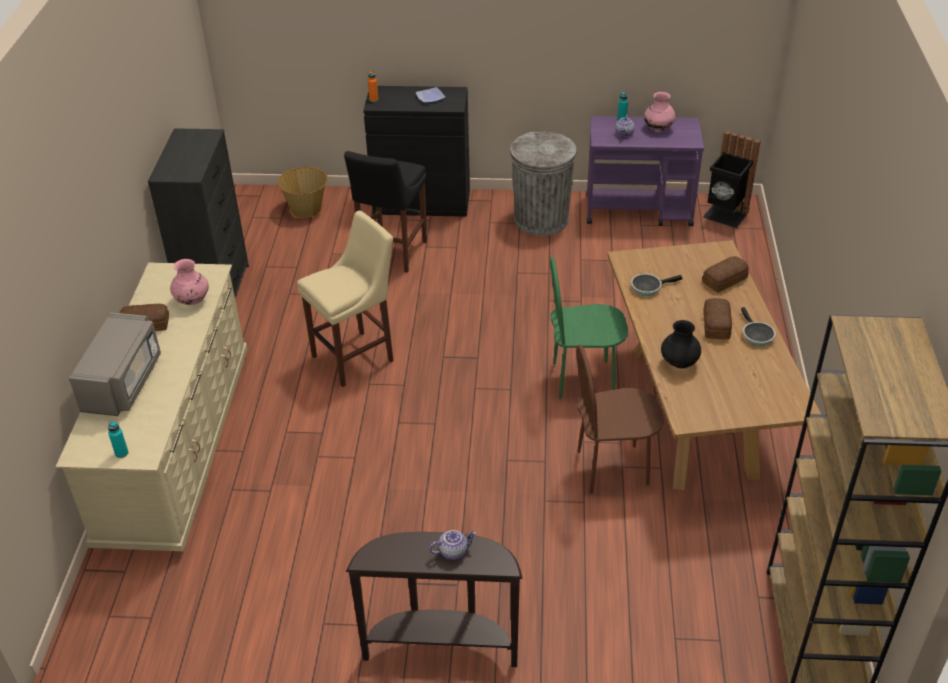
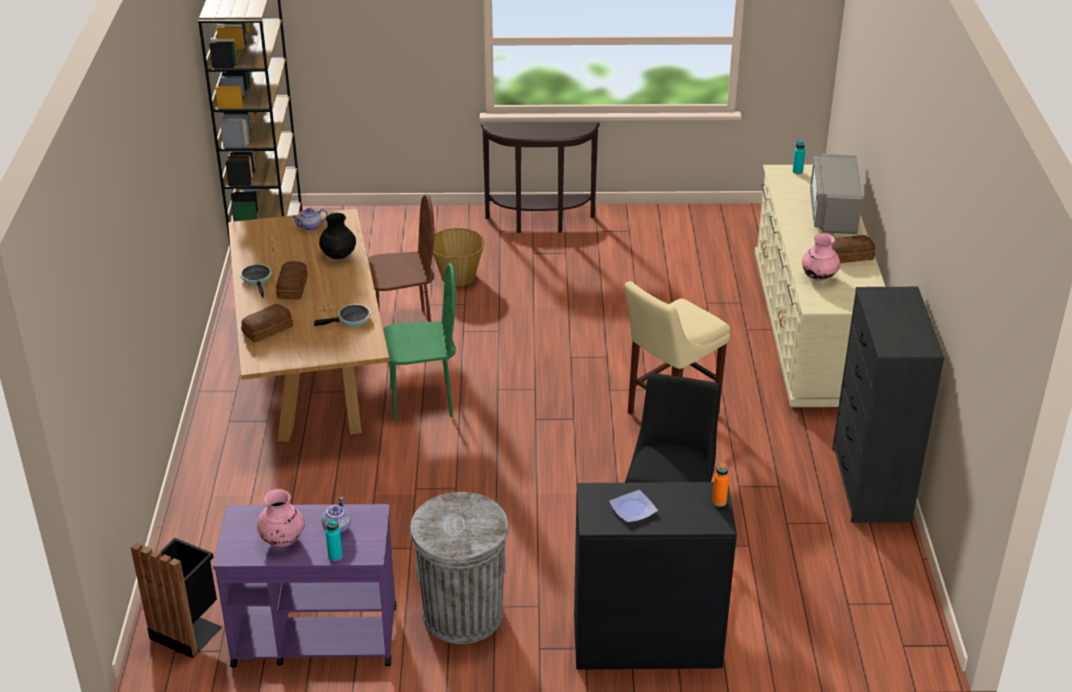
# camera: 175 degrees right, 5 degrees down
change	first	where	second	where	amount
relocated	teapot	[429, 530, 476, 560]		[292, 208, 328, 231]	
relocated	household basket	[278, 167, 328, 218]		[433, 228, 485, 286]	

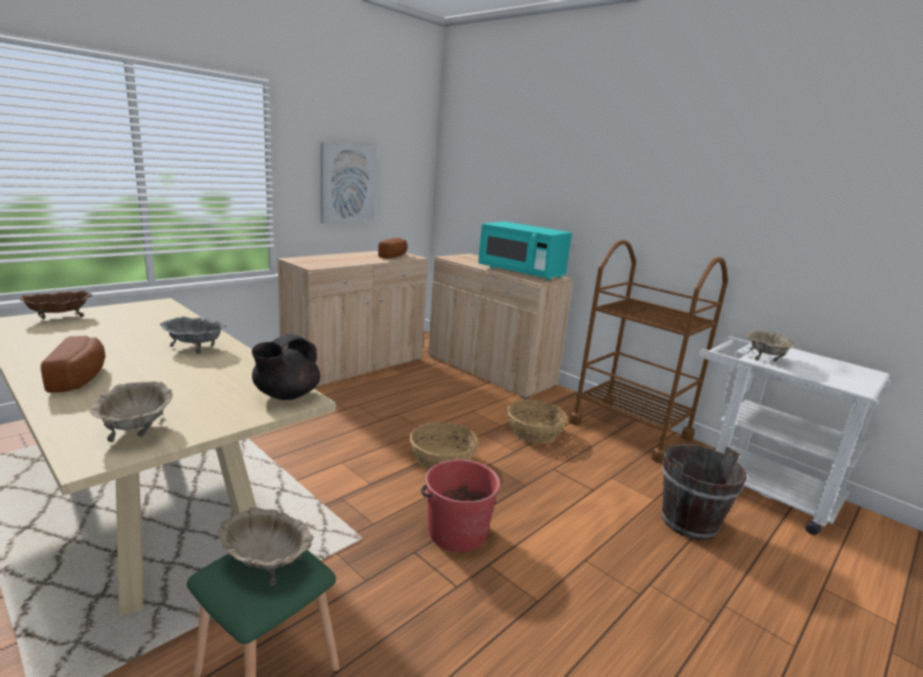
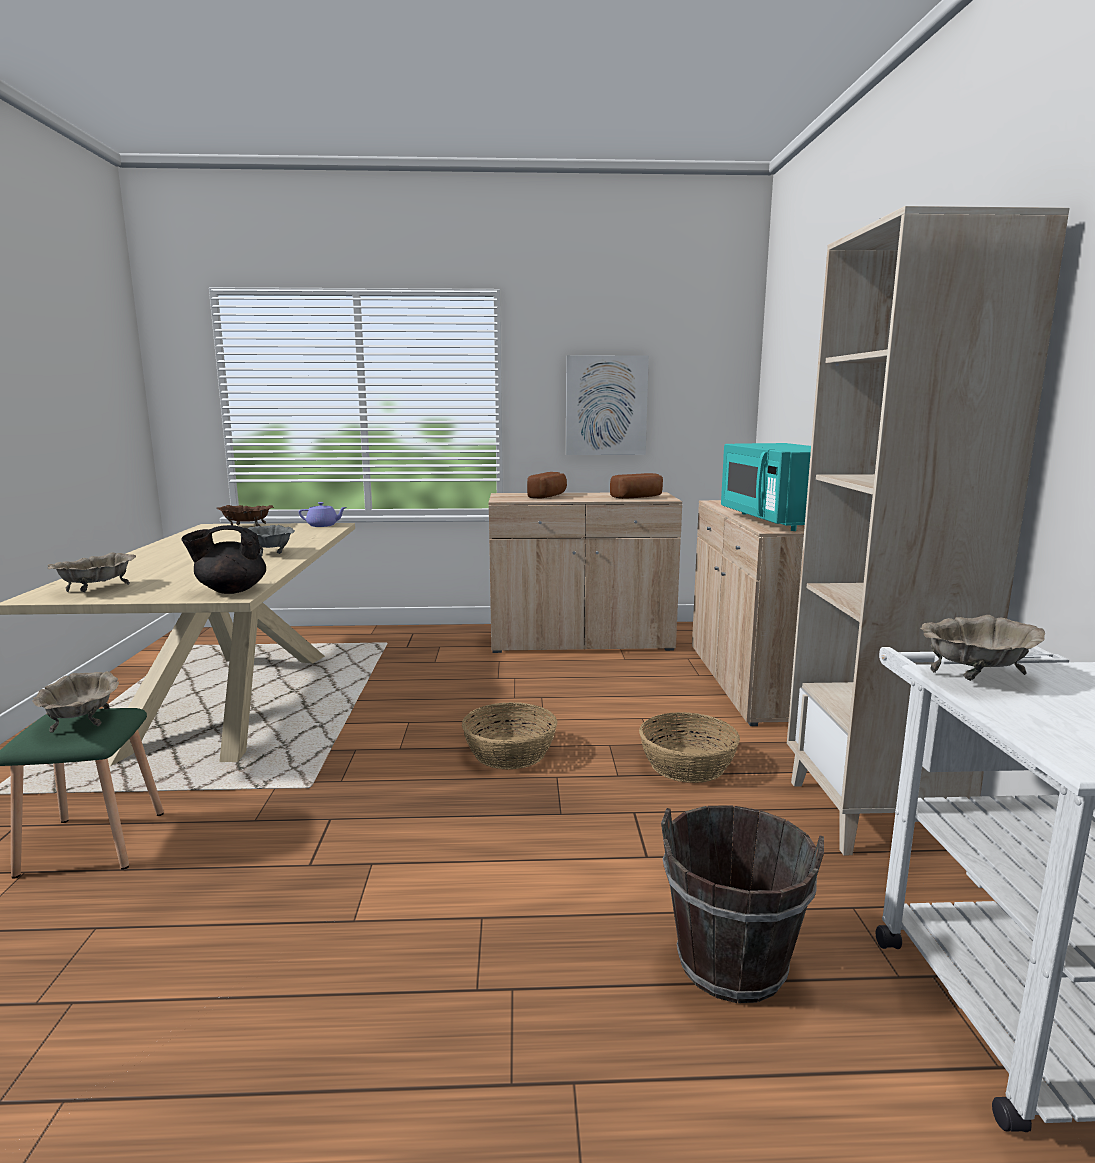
# camera: 45 degrees right, 5 degrees down
change	first	where	second	where	amount
appeared			purple-coloured teapot	[299, 502, 347, 527]	
relocated	baked bread	[41, 336, 105, 393]		[527, 472, 567, 498]	
exchanged	brownish trolley	[569, 240, 728, 464]	beige shelving unit	[787, 206, 1069, 855]	
missing	red-coloured pail	[421, 459, 501, 552]			

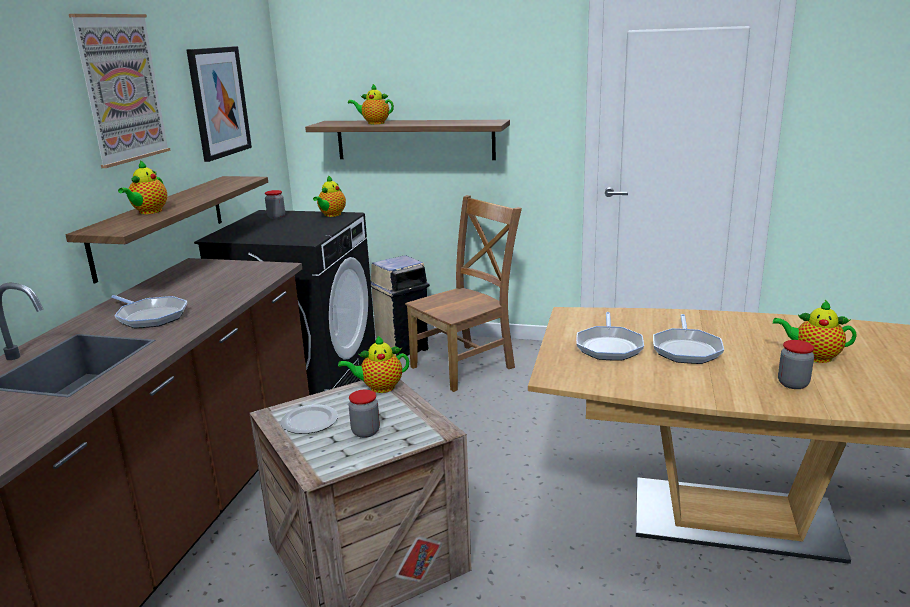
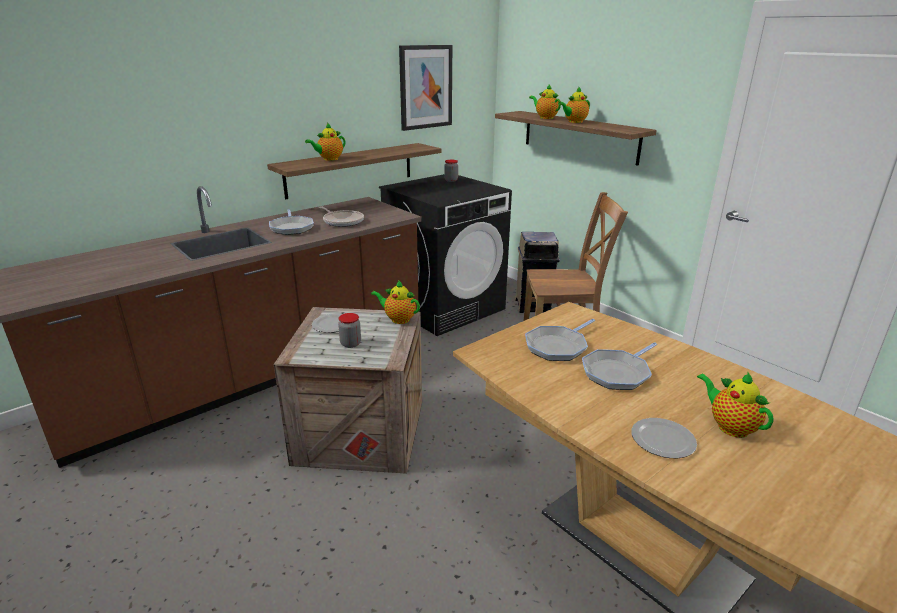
# camera: 35 degrees right, 5 degrees up
change	first	where	second	where	amount
appeared			pan	[319, 206, 364, 227]	
relocated	teapot	[313, 175, 346, 217]		[558, 86, 590, 123]	
exchanged	storage jar	[778, 340, 814, 389]	dinner plate	[631, 418, 697, 458]	
missing	picture	[69, 14, 170, 168]			

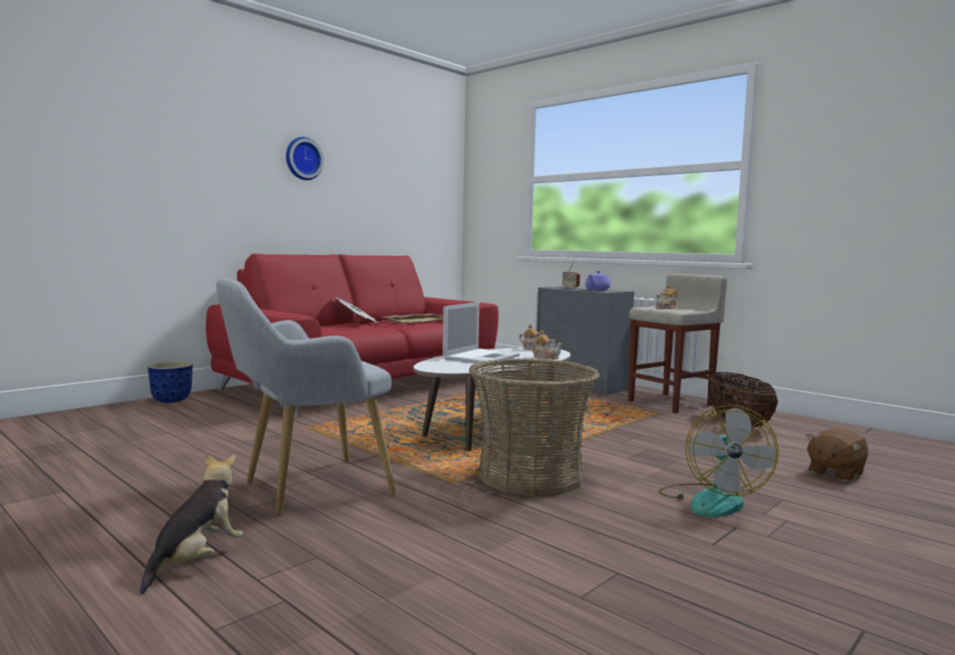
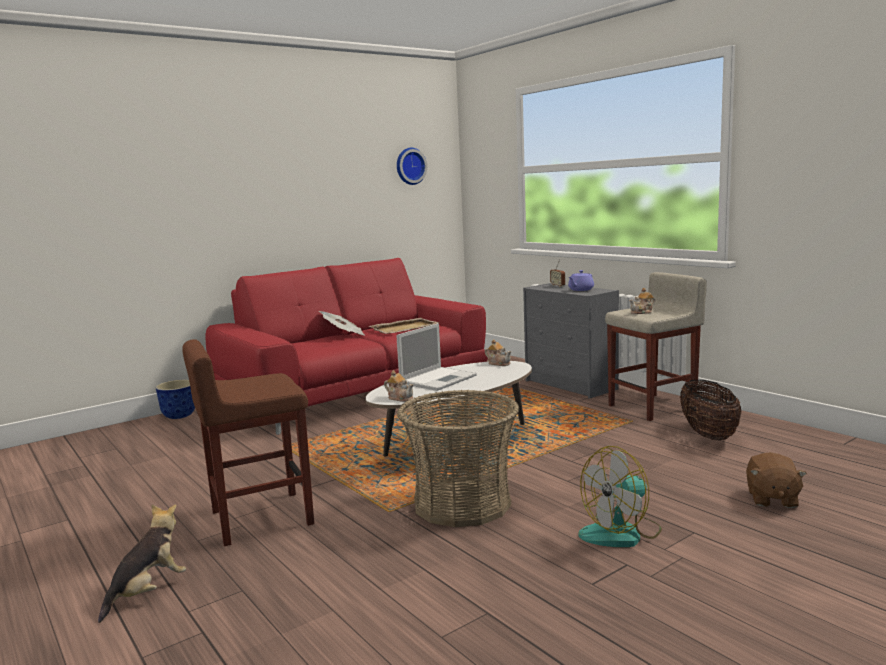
# camera: 10 degrees right, 5 degrees up
change	first	where	second	where	amount
exchanged	grey lounge chair	[216, 278, 396, 516]	brownish sitting stool	[182, 339, 314, 546]	
relocated	teapot	[529, 330, 563, 359]		[384, 370, 414, 402]	
relocated	hanging clock	[286, 137, 324, 180]		[397, 148, 427, 185]	
spun	electric fan	[659, 405, 779, 517]		[578, 446, 662, 547]	45 degrees clockwise
spun	brownish cuddly toy	[806, 428, 868, 481]		[746, 452, 807, 508]	45 degrees counterclockwise

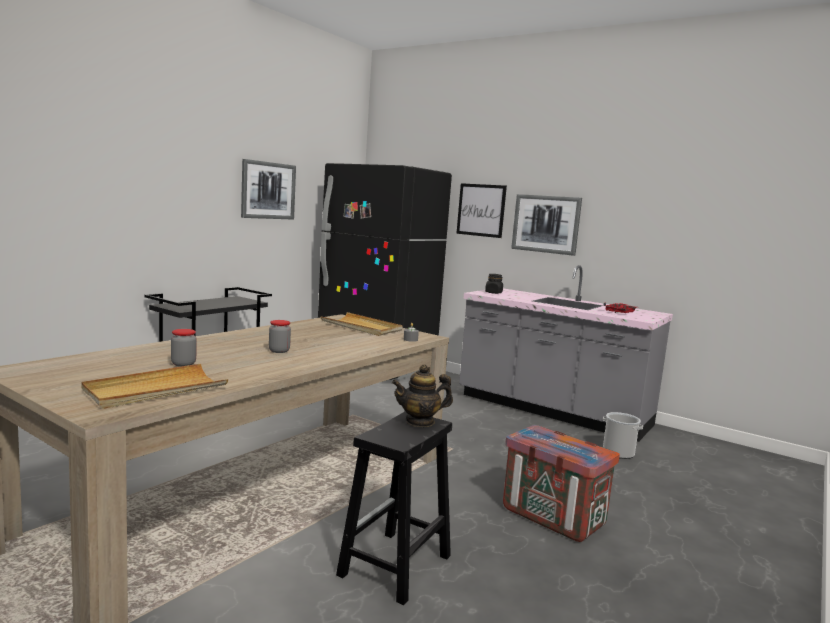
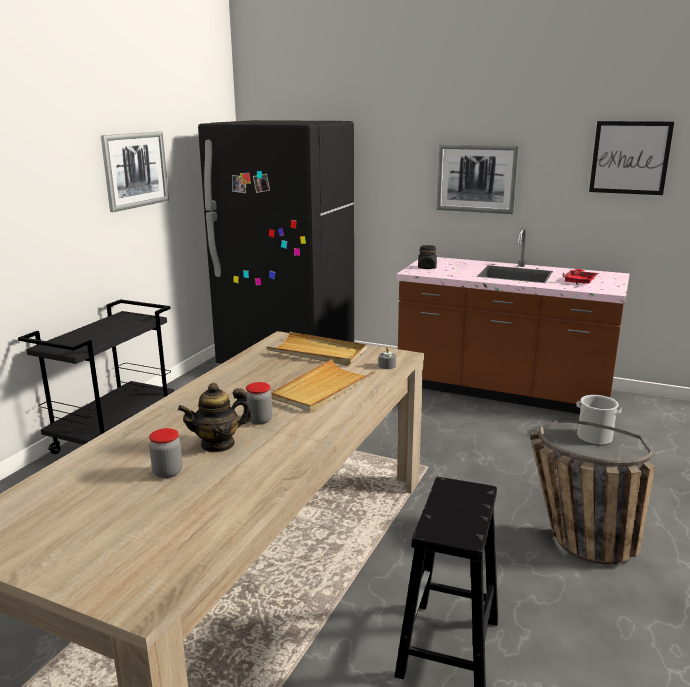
# camera: 10 degrees left, 10 degrees up
change	first	where	second	where	amount
relocated	teapot	[392, 365, 453, 427]		[178, 383, 252, 453]	
relocated	beige serving tray	[82, 364, 228, 409]		[271, 359, 376, 412]	
colour	grey kitchen base unit	[459, 265, 673, 442]	brownish kitchen base unit	[396, 227, 629, 414]	
exchanged	crate	[503, 425, 620, 542]	household basket	[530, 420, 655, 564]	
relocated	picture	[456, 183, 507, 238]		[589, 121, 674, 195]	

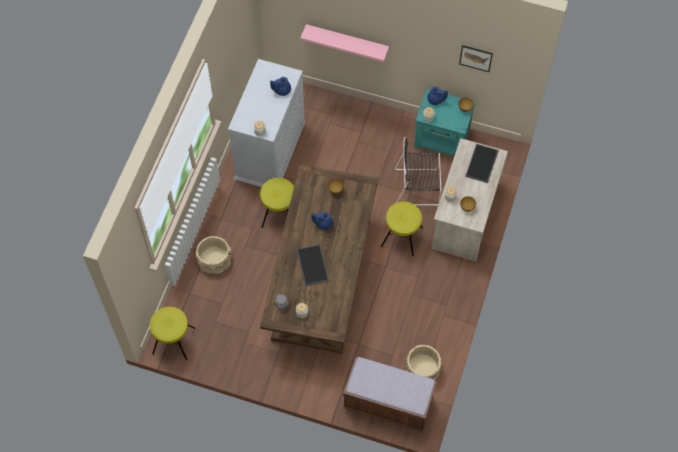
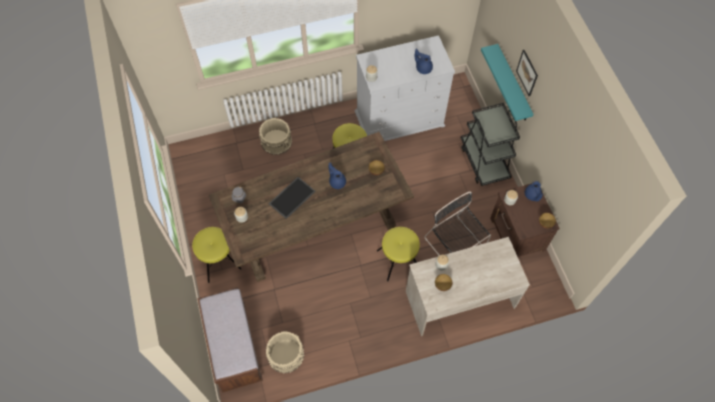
# camera: 55 degrees right, 0 degrees up
change	first	where	second	where	amount
relocated	yellowish sitting stool	[150, 307, 195, 360]		[192, 227, 241, 283]	
appeared			black trolley	[461, 103, 520, 186]	
colour	pink-coloured bracket shelf	[300, 24, 389, 62]	turquoise-coloured bracket shelf	[481, 44, 534, 121]	
colour	turquoise-coloured night table	[414, 89, 476, 156]	brownish night table	[490, 183, 560, 257]	
relocated	picture	[459, 45, 493, 72]		[516, 50, 538, 96]	
missing	serving tray	[465, 144, 499, 183]			

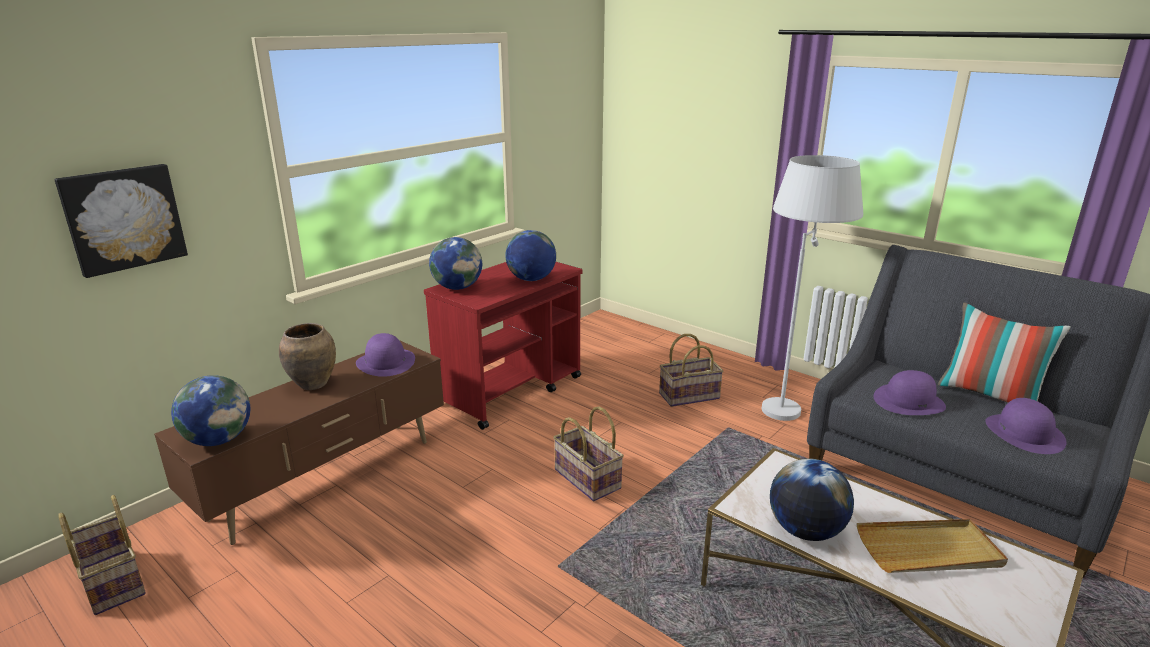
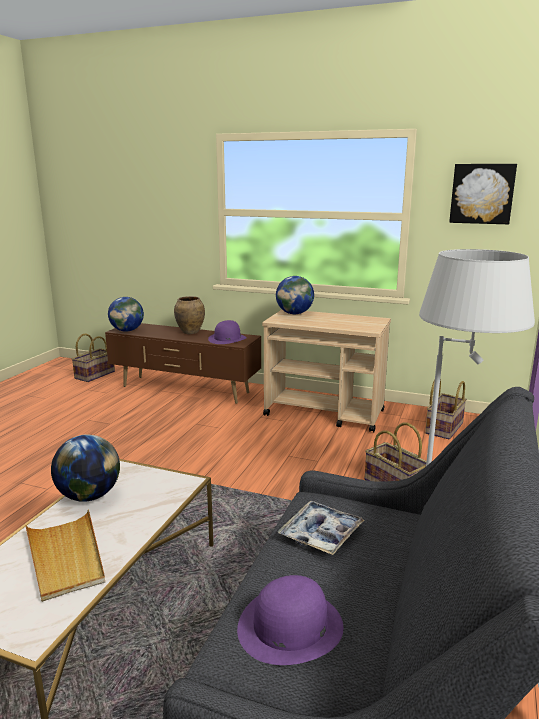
# camera: 70 degrees right, 5 degrees down
change	first	where	second	where	amount
colour	red-coloured trolley	[424, 262, 582, 430]	beige trolley	[262, 310, 391, 432]	
exchanged	purple-coloured hat	[874, 370, 946, 415]	serving tray	[278, 501, 364, 555]	
relocated	household basket	[553, 406, 624, 501]		[425, 378, 467, 439]	
relocated	picture	[54, 164, 188, 278]		[449, 164, 517, 224]	
missing	world globe	[505, 230, 556, 281]			
missing	cushion	[938, 302, 1071, 403]			

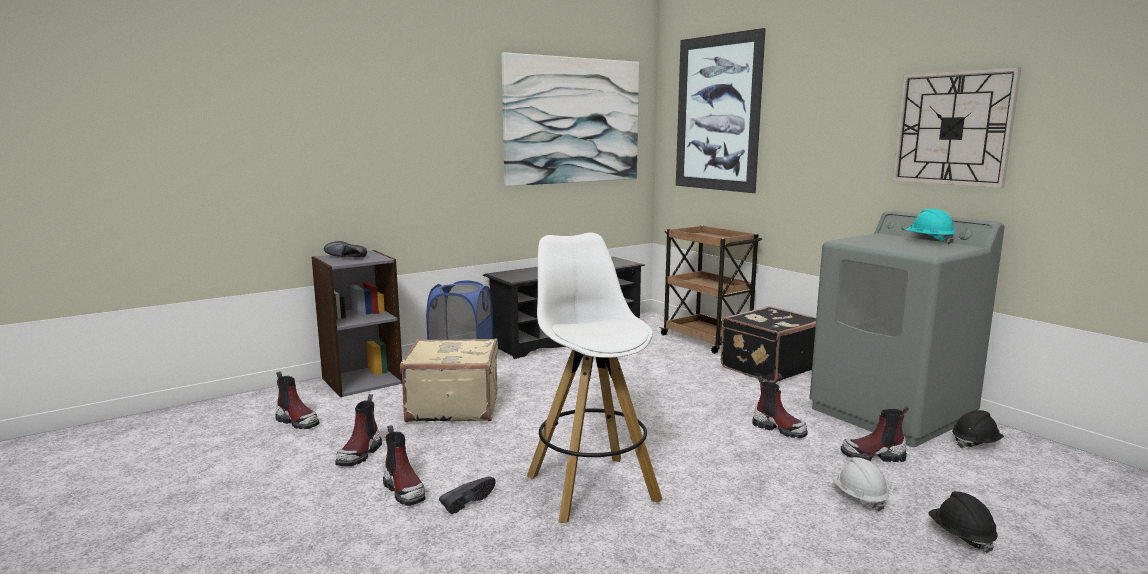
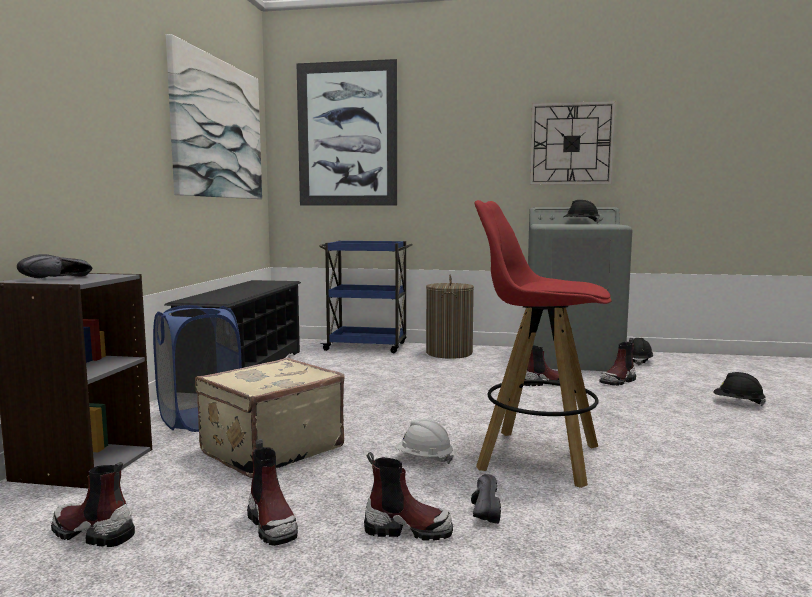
# camera: 45 degrees left, 5 degrees down
change	first	where	second	where	amount
spun	tall boot	[275, 371, 319, 429]		[51, 462, 135, 547]	150 degrees counterclockwise
colour	brownish trolley	[659, 225, 762, 354]	blue-coloured trolley	[319, 241, 413, 353]	
relocated	whitish hard hat	[832, 457, 889, 512]		[395, 419, 453, 464]	
exchanged	black suitcase	[721, 306, 816, 383]	washing basket	[426, 275, 474, 359]	
colour	whitish sitting stool	[527, 233, 662, 523]	red-coloured sitting stool	[474, 200, 611, 488]	
colour	turquoise-coloured hard hat	[905, 209, 956, 244]	black hard hat	[564, 200, 600, 224]	

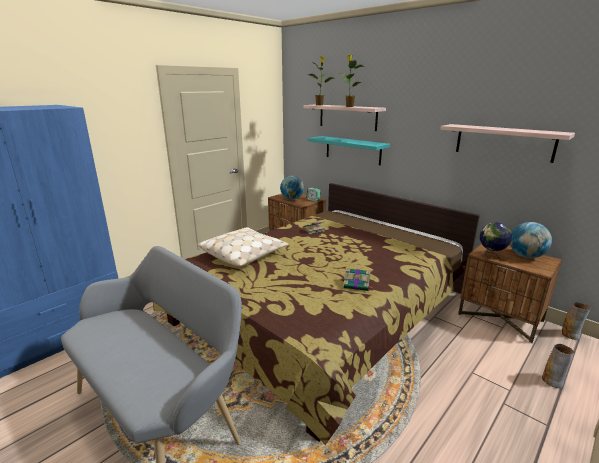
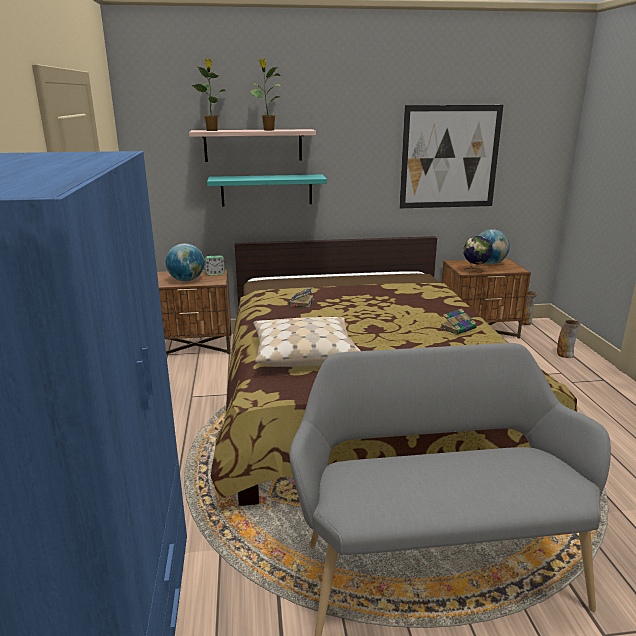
# camera: 50 degrees left, 0 degrees up
change	first	where	second	where	amount
exchanged	bracket shelf	[440, 124, 575, 163]	picture	[399, 105, 503, 208]	

